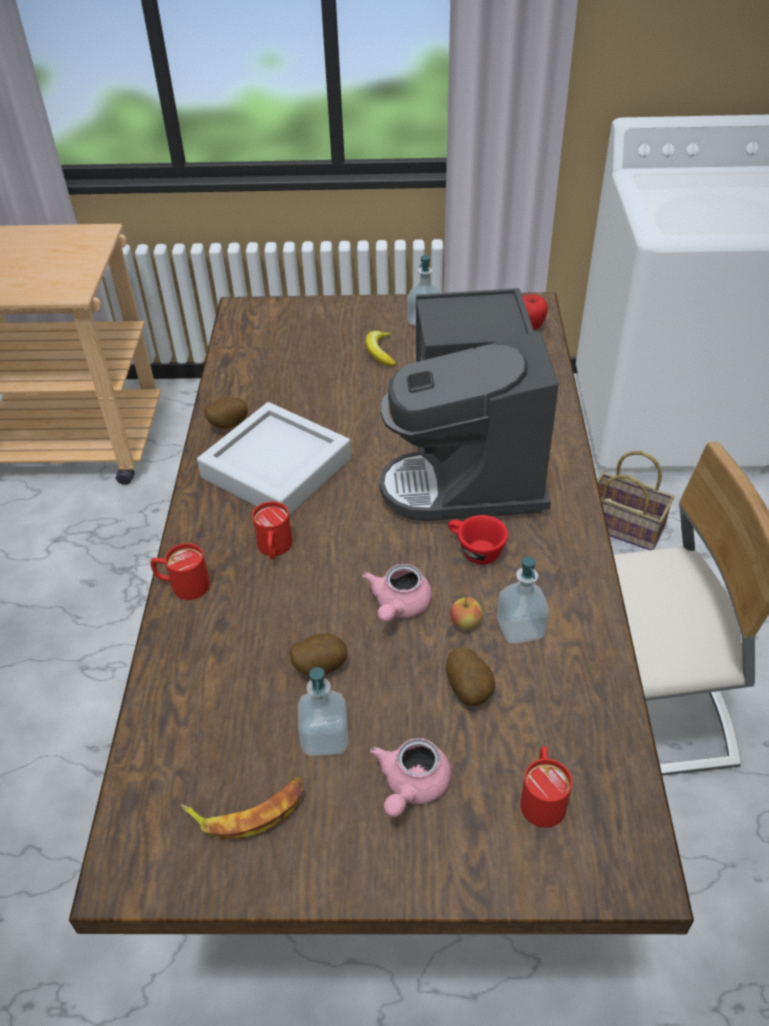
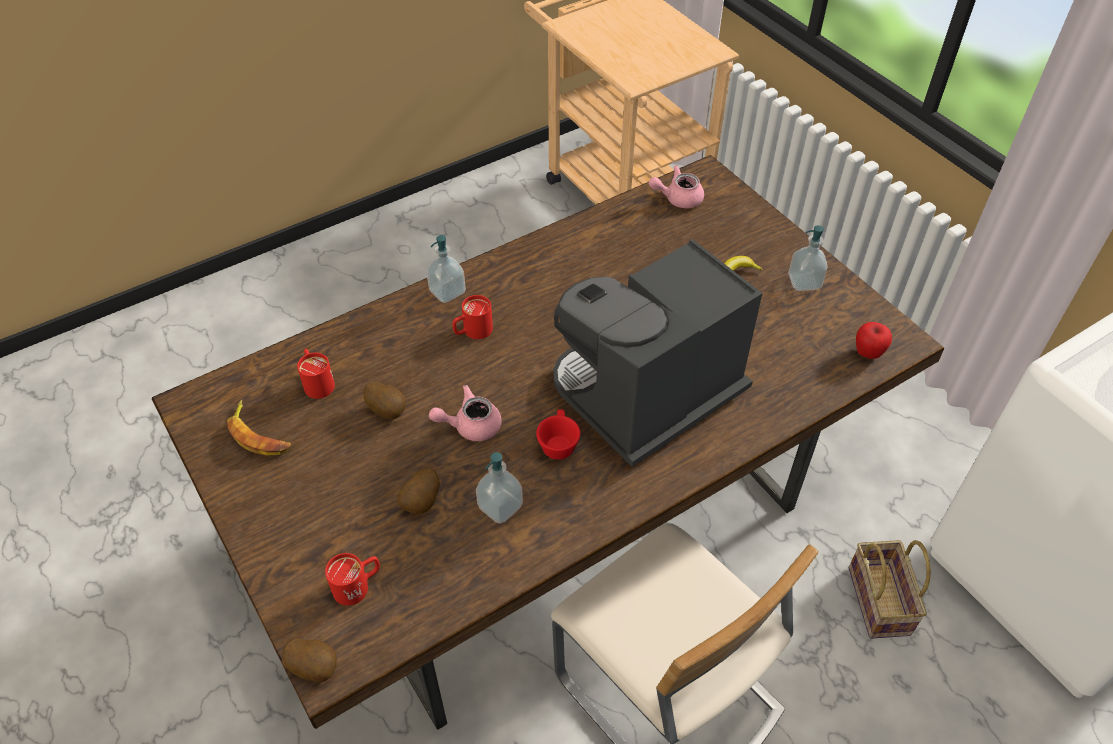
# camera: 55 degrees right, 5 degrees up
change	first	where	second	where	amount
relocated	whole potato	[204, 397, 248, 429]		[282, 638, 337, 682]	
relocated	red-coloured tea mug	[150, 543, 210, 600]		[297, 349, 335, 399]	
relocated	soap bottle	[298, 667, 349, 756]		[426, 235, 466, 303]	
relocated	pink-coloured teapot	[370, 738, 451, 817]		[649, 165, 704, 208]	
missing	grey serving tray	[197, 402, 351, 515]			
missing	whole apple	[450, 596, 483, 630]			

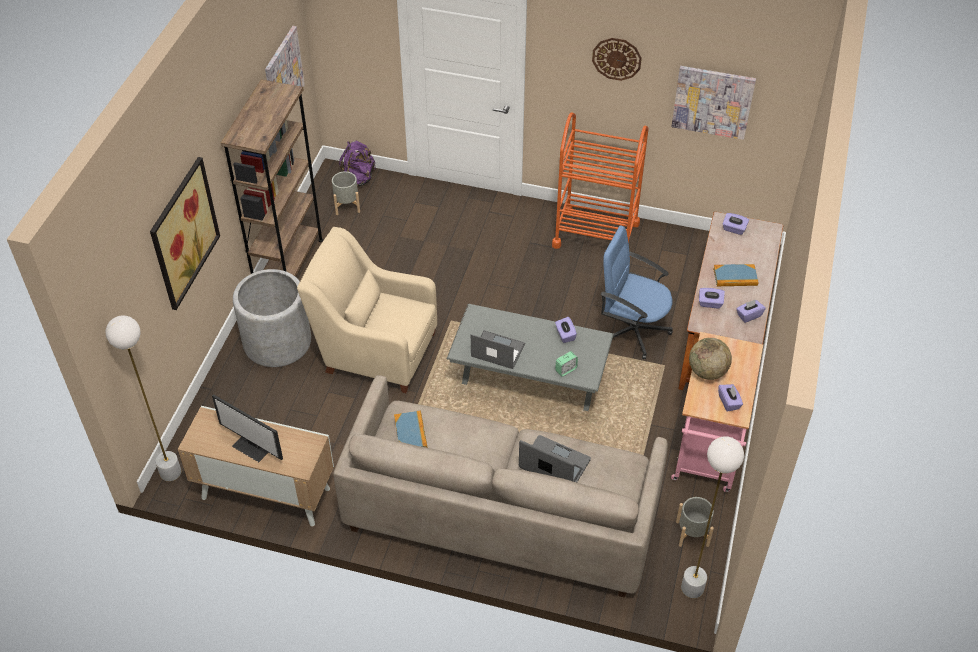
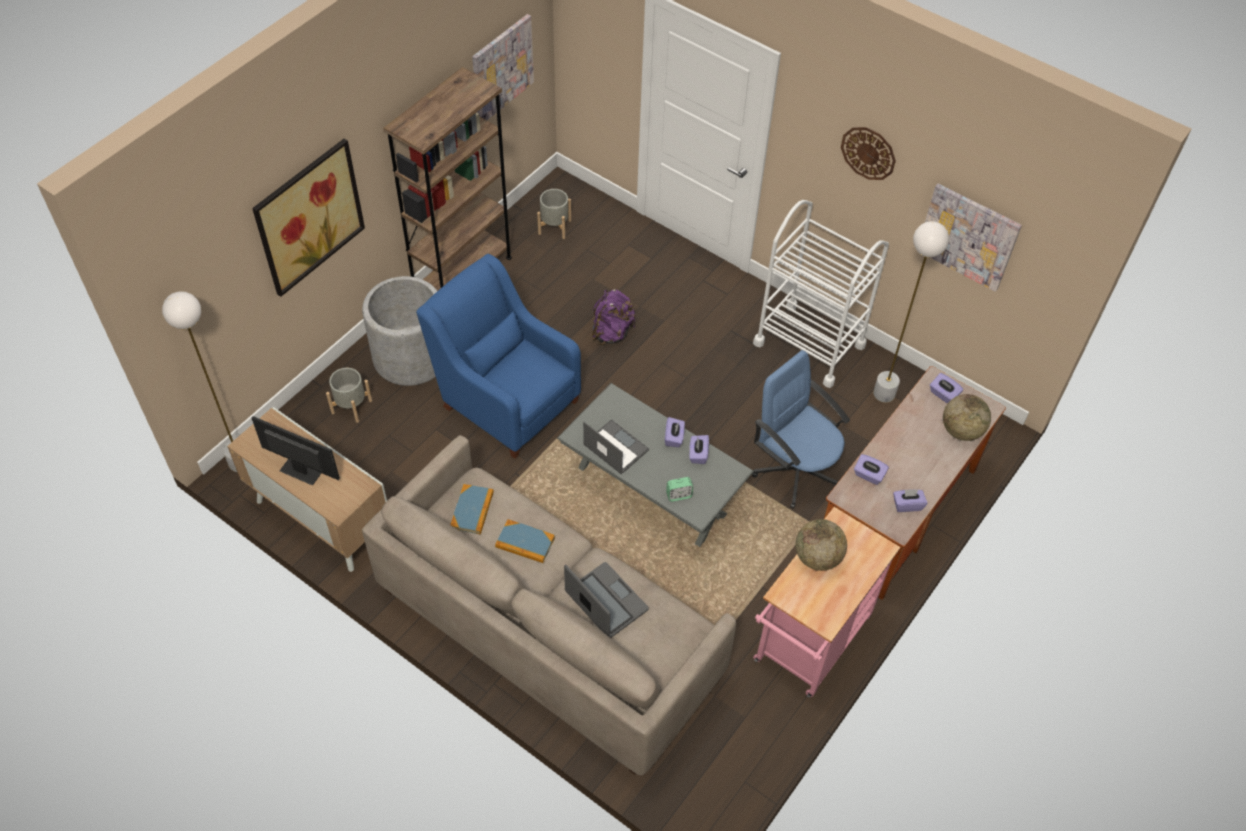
# camera: 20 degrees right, 5 degrees up
change	first	where	second	where	amount
spun	monitor	[212, 394, 283, 462]		[252, 416, 340, 486]	150 degrees clockwise
relocated	grey planter	[676, 497, 714, 547]		[326, 368, 372, 423]	
colour	beige lounge chair	[297, 227, 437, 393]	blue-coloured lounge chair	[416, 254, 581, 459]	
relocated	bound book	[713, 264, 758, 286]		[495, 519, 555, 563]	
relocated	purple-coloured rucksack	[339, 141, 376, 187]		[592, 289, 635, 345]	
relocated	purple-coloured box of tissues	[718, 384, 743, 412]		[665, 417, 685, 447]	
colour	orange trolley	[552, 113, 649, 249]	whitish trolley	[753, 200, 889, 388]	
relocated	whitish floor lamp	[681, 436, 744, 598]		[873, 221, 949, 403]	
appeared			world globe	[943, 394, 991, 441]	

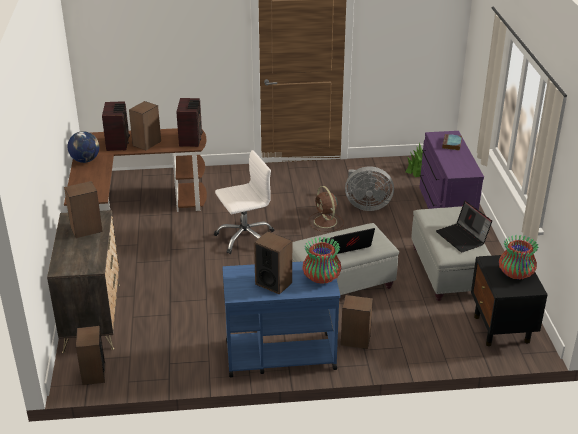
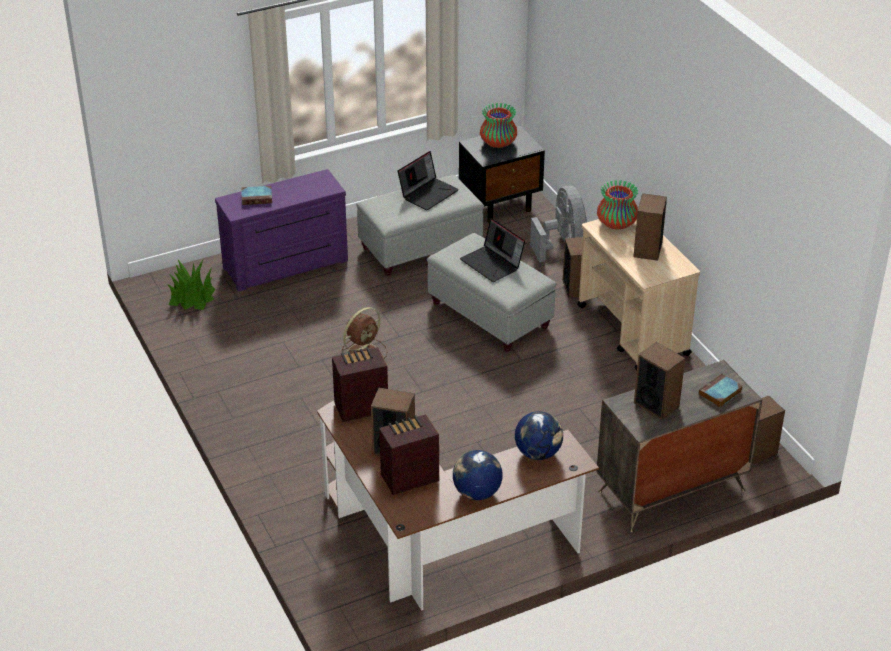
# camera: 110 degrees left, 5 degrees up
change	first	where	second	where	amount
appeared			world globe	[515, 411, 563, 460]	
relocated	grey electric fan	[345, 166, 394, 211]		[530, 186, 587, 262]	
colour	blue-coloured trolley	[222, 261, 340, 377]	beige trolley	[577, 219, 700, 370]	
appeared			bound book	[699, 374, 743, 408]	
missing	whitish computer chair	[214, 150, 274, 254]			

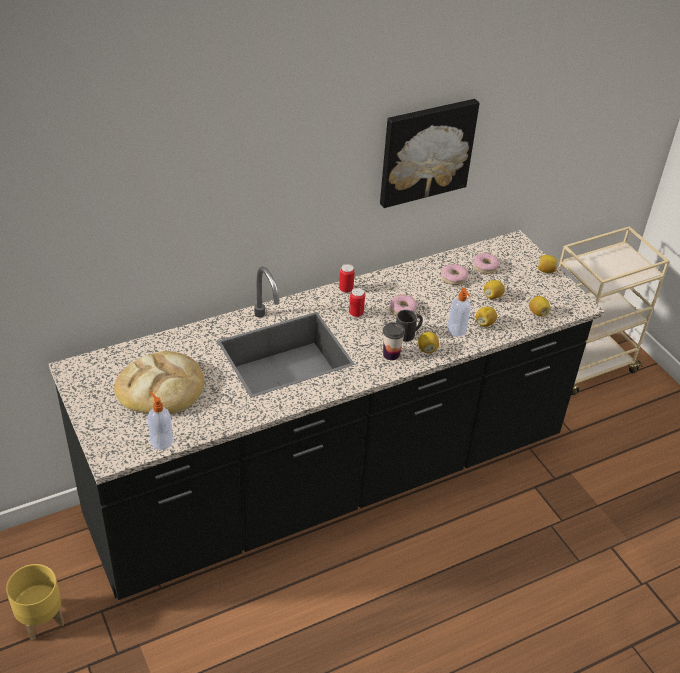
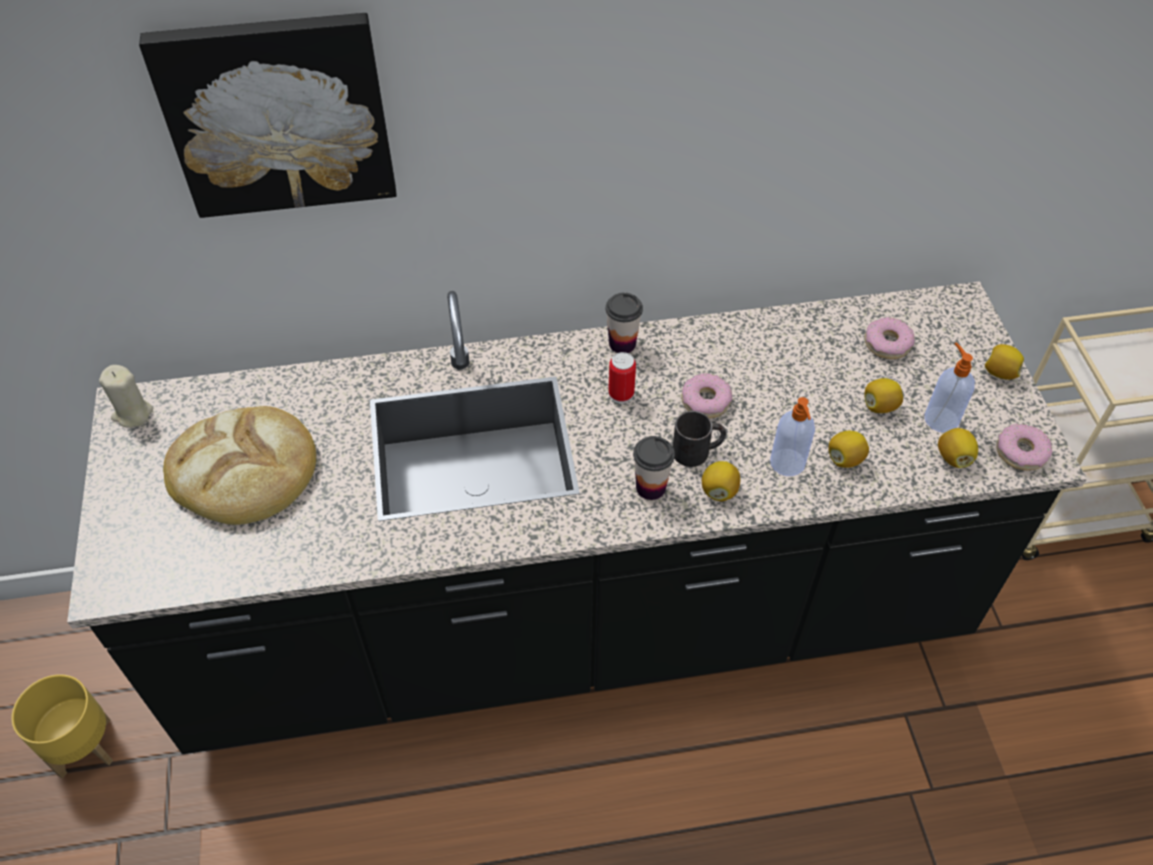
# camera: 20 degrees right, 10 degrees up
change	first	where	second	where	amount
appeared			beige wax candle	[99, 365, 153, 428]	
relocated	picture	[380, 99, 480, 208]		[139, 13, 397, 218]	
exchanged	sealed can	[339, 264, 355, 294]	drinking cup	[606, 293, 643, 353]	
relocated	soap bottle	[148, 392, 173, 450]		[925, 342, 975, 433]	
relocated	donut	[441, 264, 468, 285]		[996, 424, 1052, 471]	

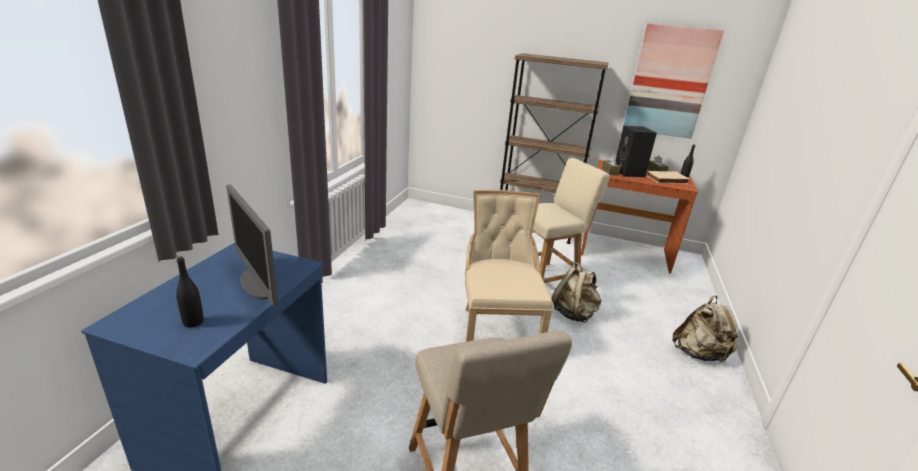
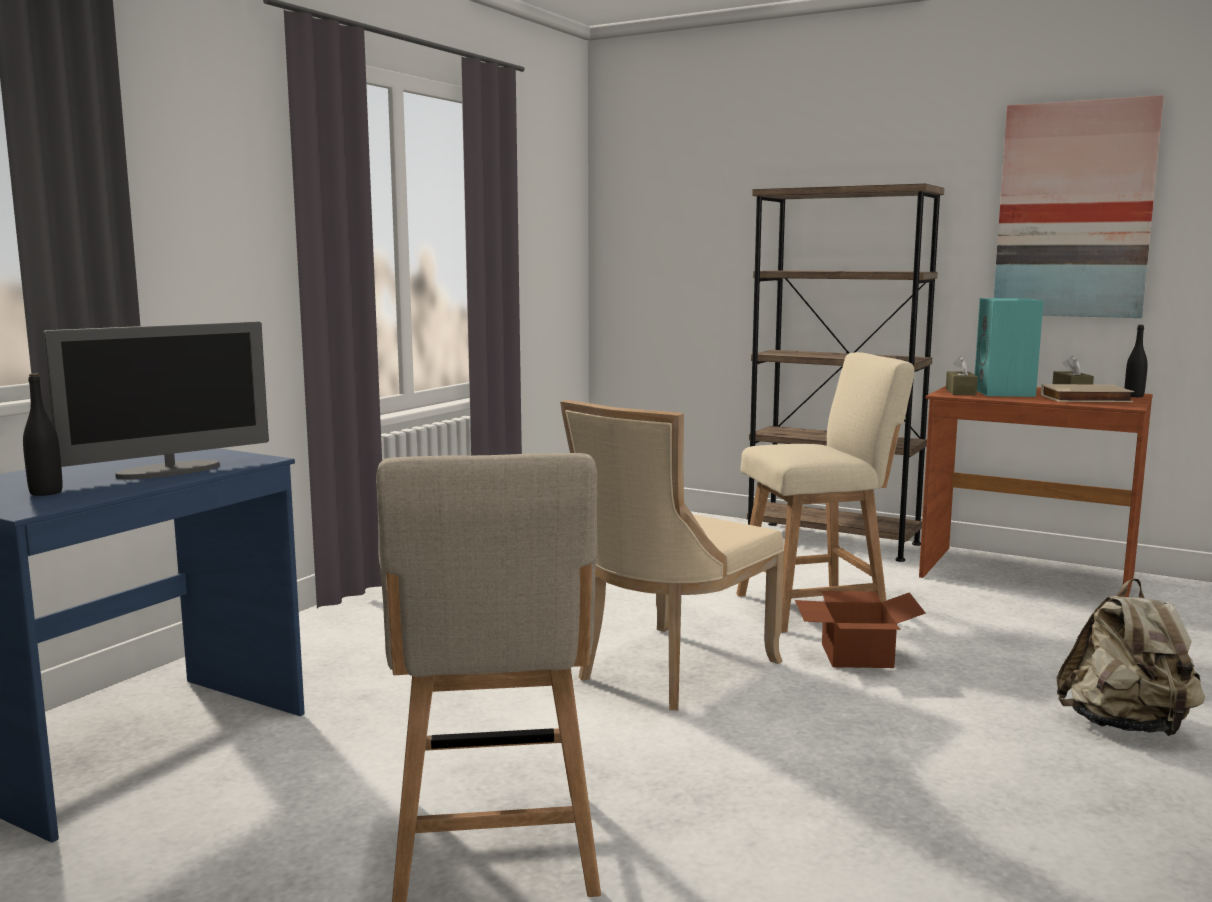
# camera: 15 degrees right, 15 degrees down
change	first	where	second	where	amount
spun	monitor	[226, 185, 278, 306]		[43, 321, 269, 479]	105 degrees counterclockwise
spun	beige plain chair	[465, 190, 553, 342]		[560, 400, 784, 710]	150 degrees counterclockwise
exchanged	beige rucksack	[552, 262, 602, 323]	packing box	[795, 591, 926, 668]	
colour	black loudspeaker	[616, 126, 657, 177]	turquoise-coloured loudspeaker	[975, 298, 1043, 397]	

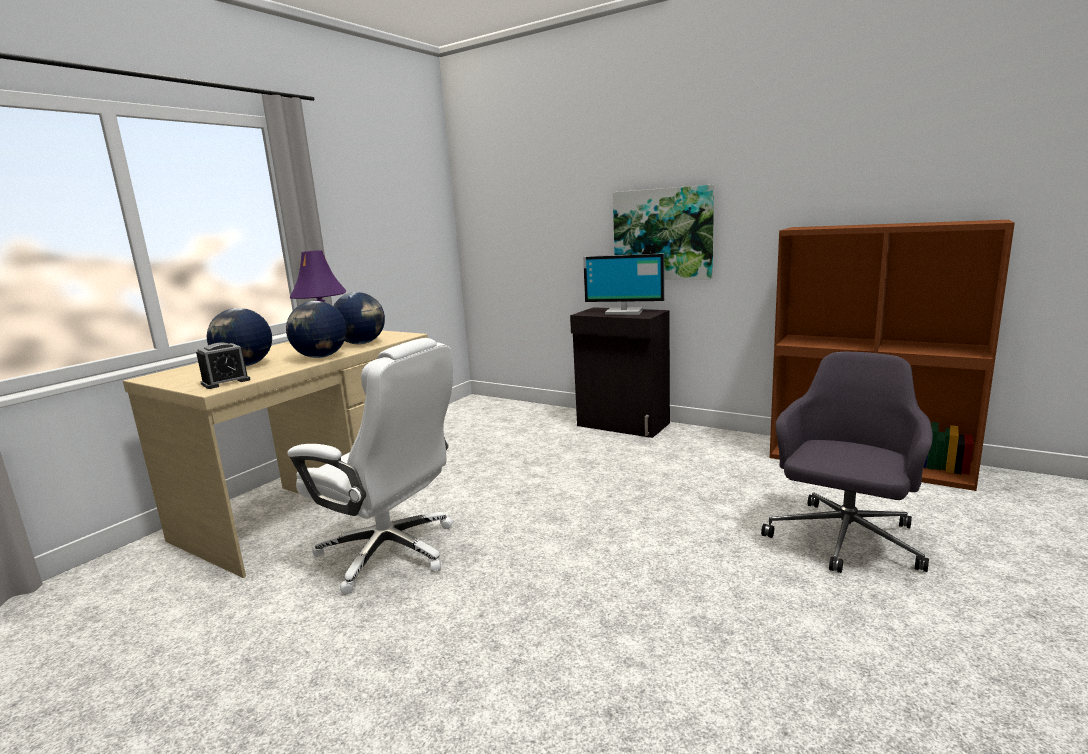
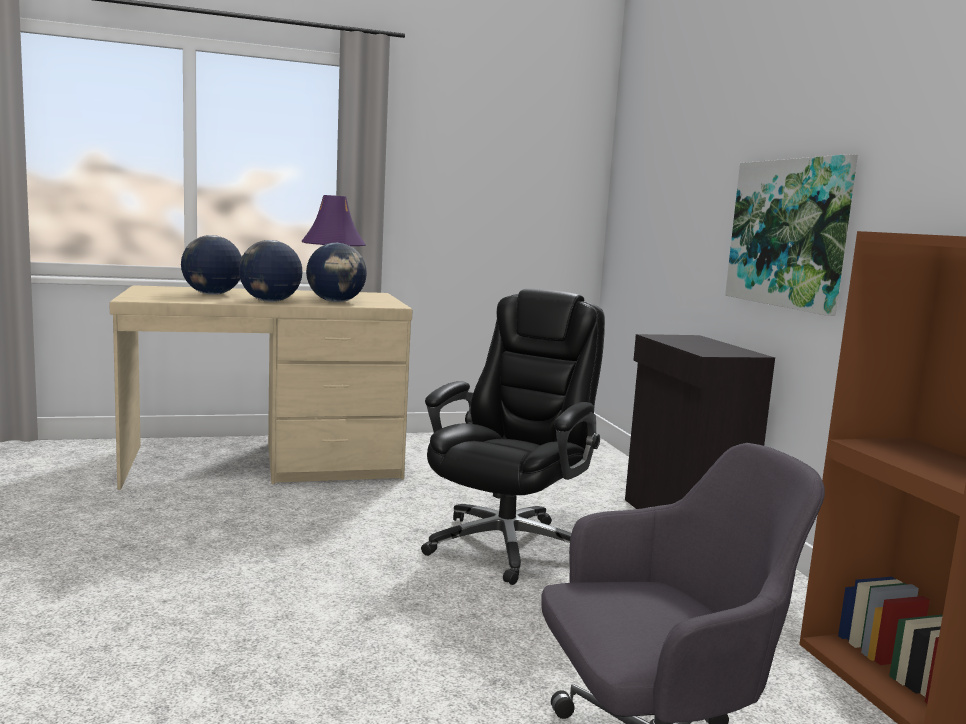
# camera: 40 degrees right, 5 degrees down
change	first	where	second	where	amount
appeared			black computer chair	[421, 289, 605, 585]	
missing	table clock	[196, 343, 251, 389]			
missing	whitish computer chair	[287, 338, 453, 594]			
missing	monitor	[583, 253, 665, 315]			

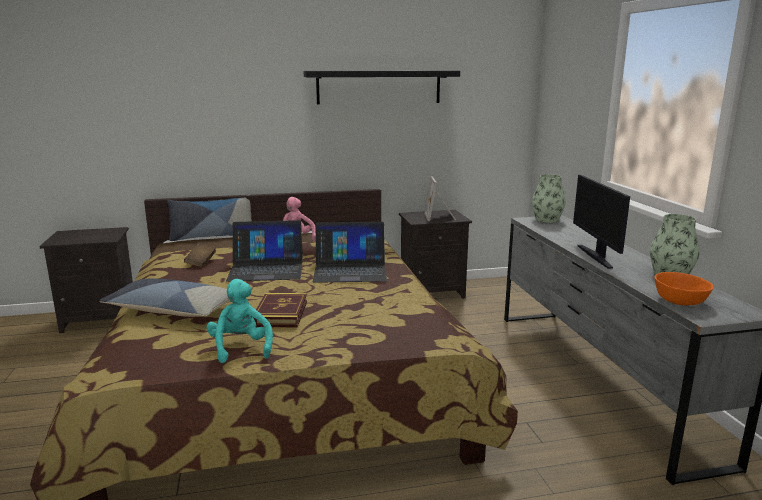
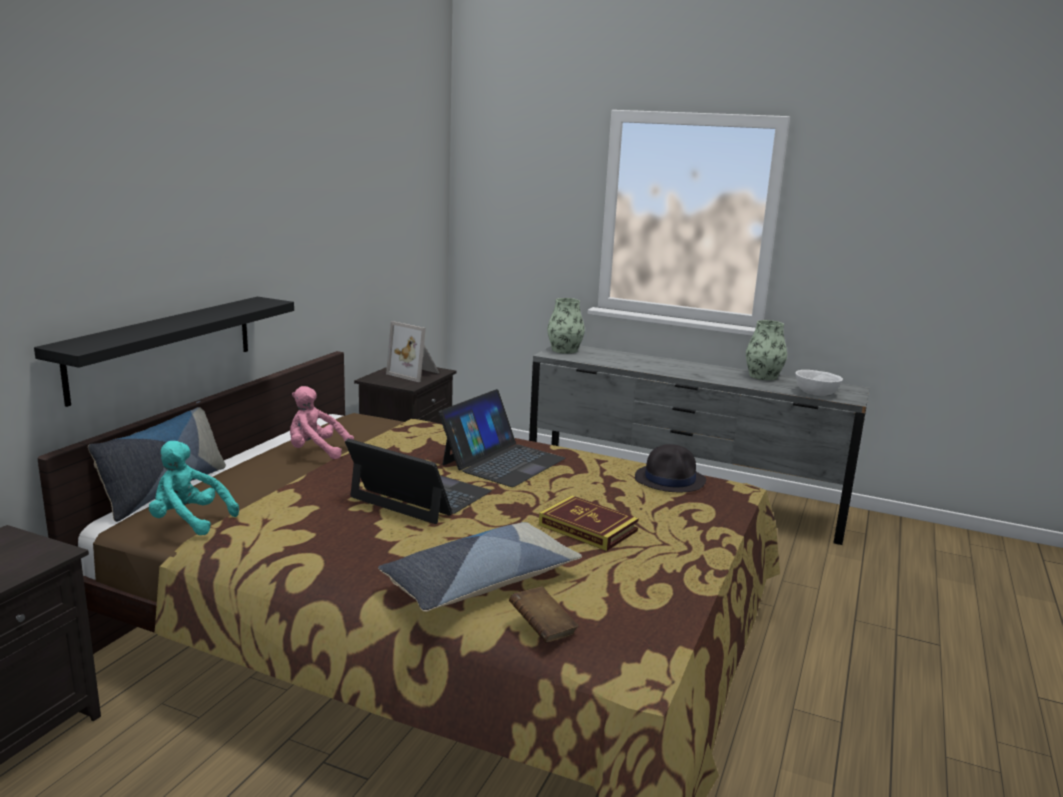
# camera: 55 degrees left, 0 degrees up
change	first	where	second	where	amount
relocated	black bracket shelf	[304, 70, 460, 105]		[34, 297, 294, 407]	
relocated	turquoise-coloured cuddly toy	[207, 279, 273, 363]		[149, 441, 239, 535]	
spun	laptop	[226, 220, 303, 282]		[345, 439, 492, 524]	90 degrees counterclockwise
relocated	brownish bound book	[184, 243, 216, 267]		[509, 587, 579, 643]	
appeared			black hat	[635, 444, 706, 492]	
colour	orange serving bowl	[654, 272, 714, 305]	whitish serving bowl	[795, 370, 843, 396]	
missing	monitor	[573, 175, 630, 269]			

